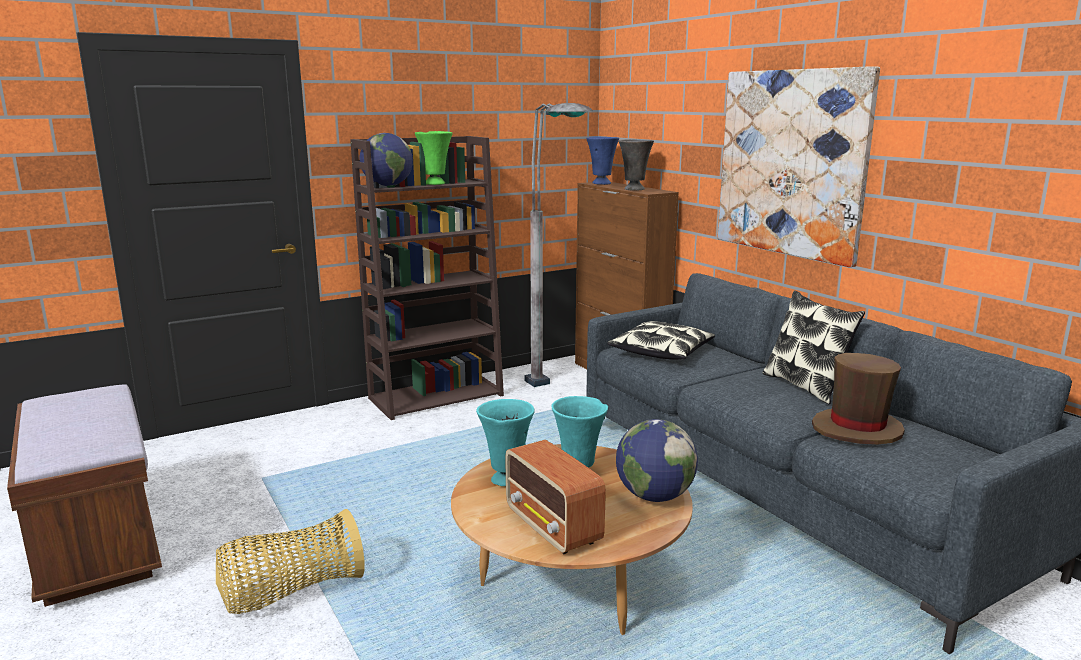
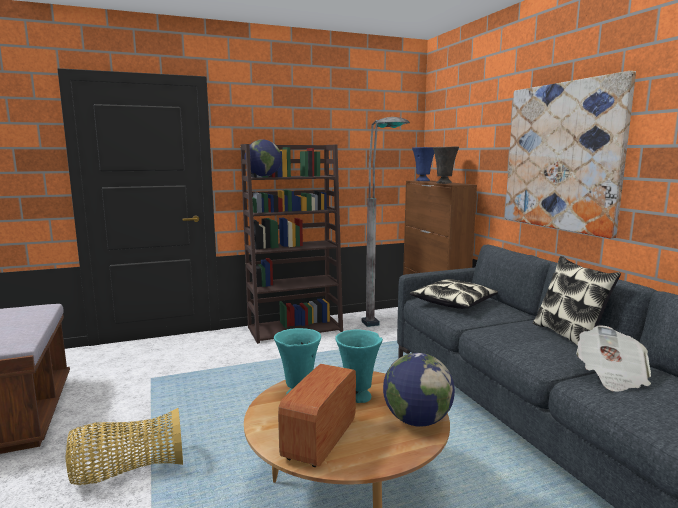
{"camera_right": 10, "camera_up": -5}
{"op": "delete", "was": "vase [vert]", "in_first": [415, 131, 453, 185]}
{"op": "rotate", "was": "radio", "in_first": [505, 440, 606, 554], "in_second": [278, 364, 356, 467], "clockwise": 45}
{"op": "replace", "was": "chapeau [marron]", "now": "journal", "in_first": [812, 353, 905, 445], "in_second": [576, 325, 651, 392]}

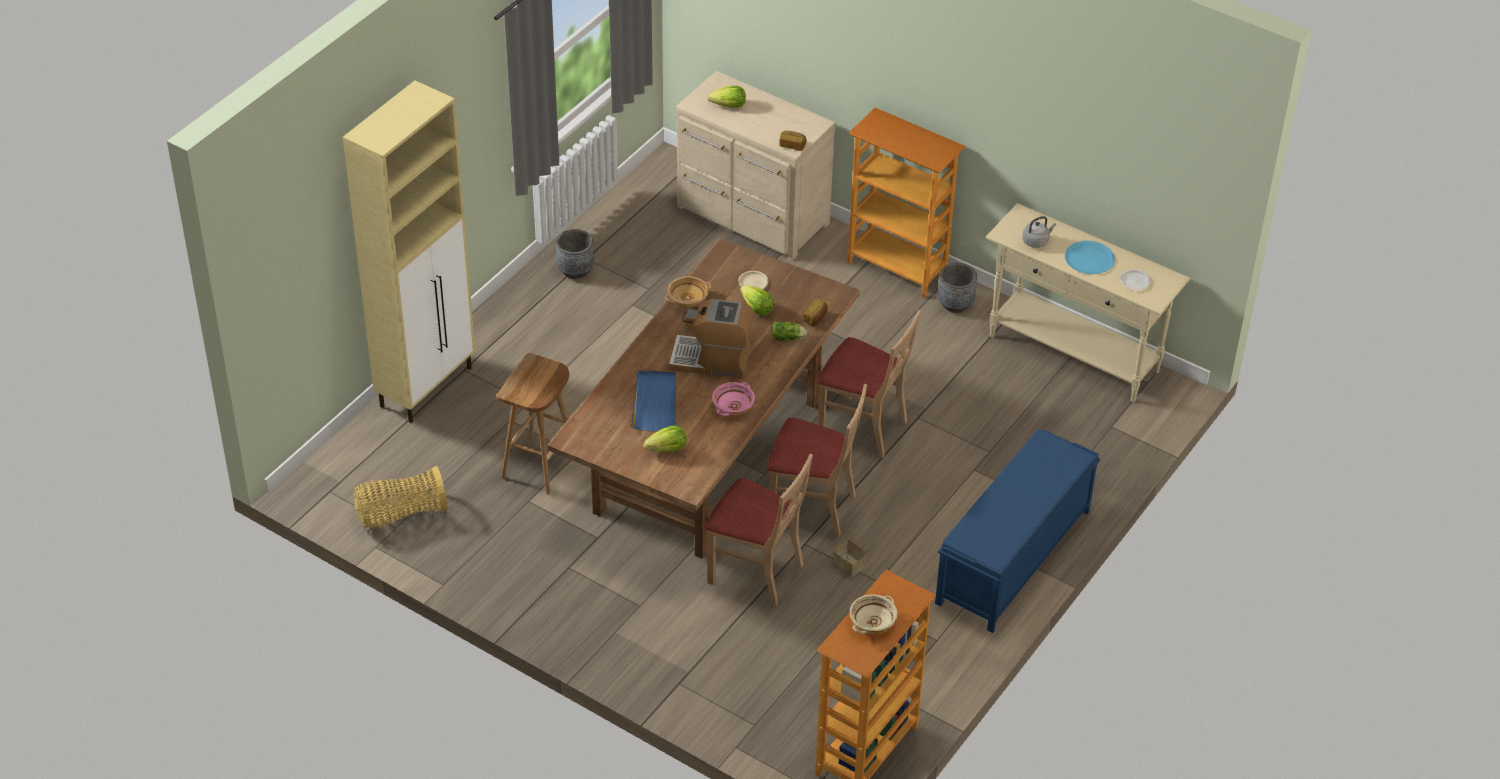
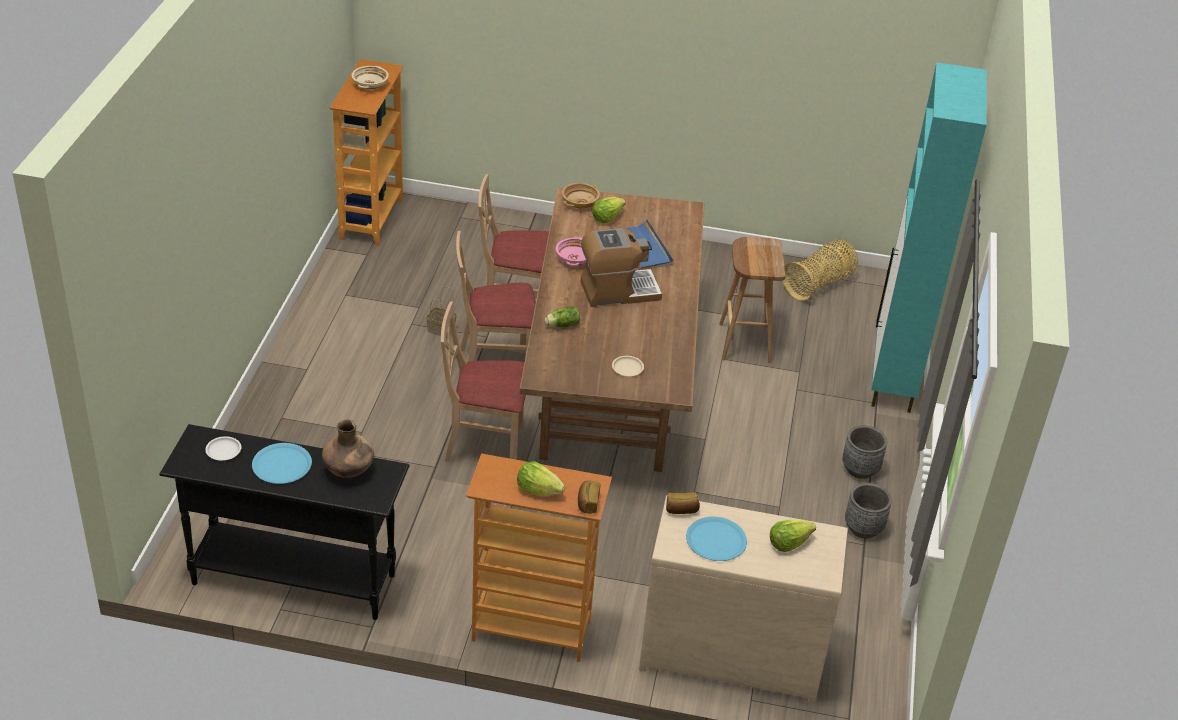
{"camera_right": 155, "camera_up": -5}
{"op": "recolor", "was": "meuble de rangement [beige]", "now": "meuble de rangement [turquoise]", "in_first": [343, 80, 475, 423], "in_second": [871, 62, 987, 413]}
{"op": "move", "was": "bol [beige]", "in_first": [665, 276, 711, 307], "in_second": [562, 183, 600, 208]}
{"op": "move", "was": "laitue", "in_first": [740, 285, 774, 316], "in_second": [517, 461, 566, 496]}
{"op": "move", "was": "pain", "in_first": [803, 299, 828, 326], "in_second": [578, 481, 600, 514]}
{"op": "delete", "was": "banc [bleu]", "in_first": [935, 429, 1100, 633]}
{"op": "move", "was": "cache-pot [gris]", "in_first": [938, 263, 977, 313], "in_second": [842, 426, 887, 479]}
{"op": "recolor", "was": "table console [beige]", "now": "table console [noir]", "in_first": [986, 203, 1190, 402], "in_second": [159, 424, 410, 620]}
{"op": "replace", "was": "bouilloire [gris]", "now": "vase [marron]", "in_first": [1022, 216, 1056, 248], "in_second": [322, 420, 374, 478]}
{"op": "insert", "now": "assiette [bleu]", "in_second": [686, 517, 747, 561]}

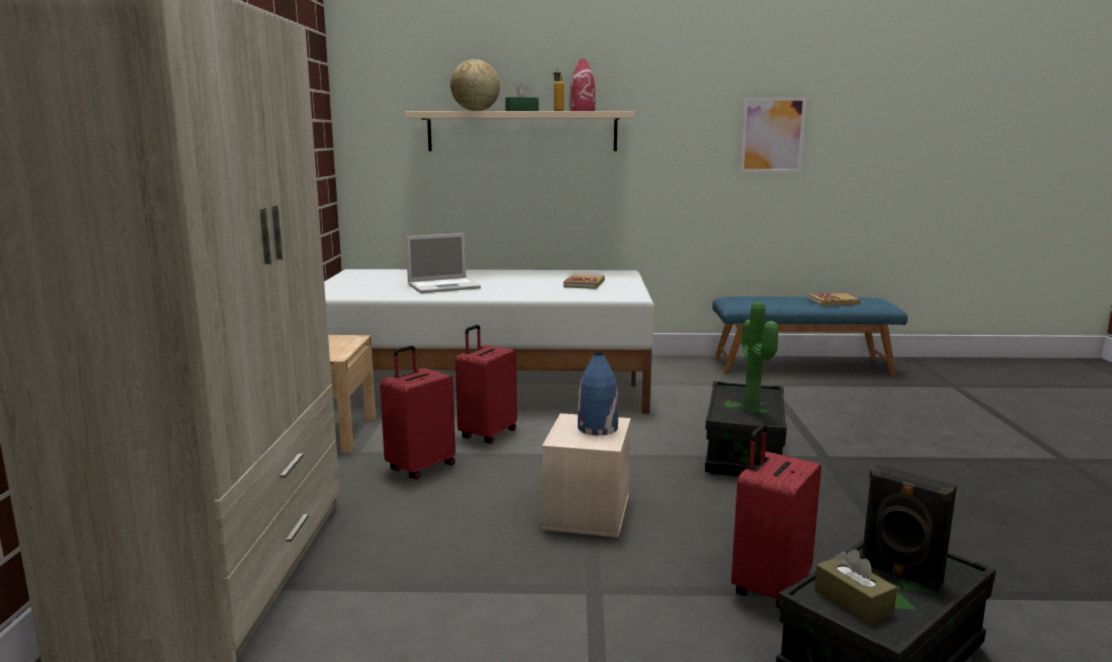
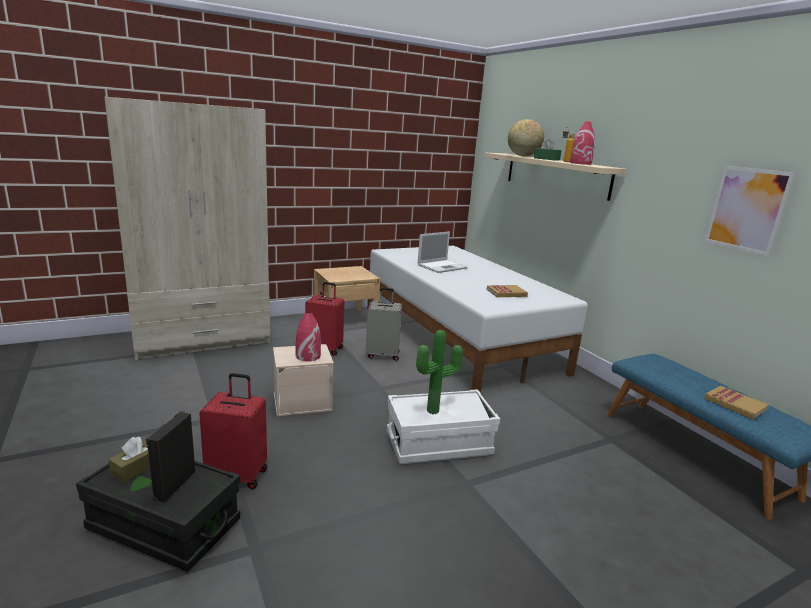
{"camera_right": 60, "camera_up": 5}
{"op": "rotate", "was": "ordinateur portable", "in_first": [406, 233, 481, 293], "in_second": [418, 231, 467, 273], "clockwise": -75}
{"op": "recolor", "was": "valise [rouge]", "now": "valise [gris]", "in_first": [455, 325, 517, 444], "in_second": [366, 288, 402, 361]}
{"op": "recolor", "was": "vase [bleu]", "now": "vase [rouge]", "in_first": [578, 353, 618, 436], "in_second": [296, 311, 321, 361]}
{"op": "recolor", "was": "boîte de rangement [noir]", "now": "boîte de rangement [blanc]", "in_first": [705, 381, 787, 477], "in_second": [387, 389, 500, 464]}

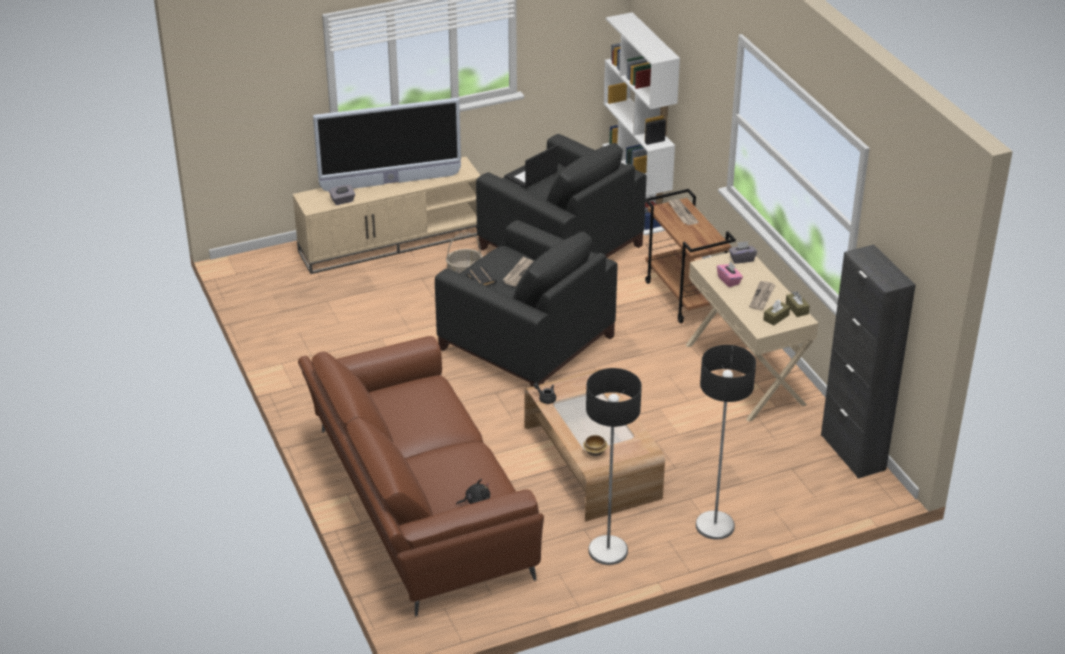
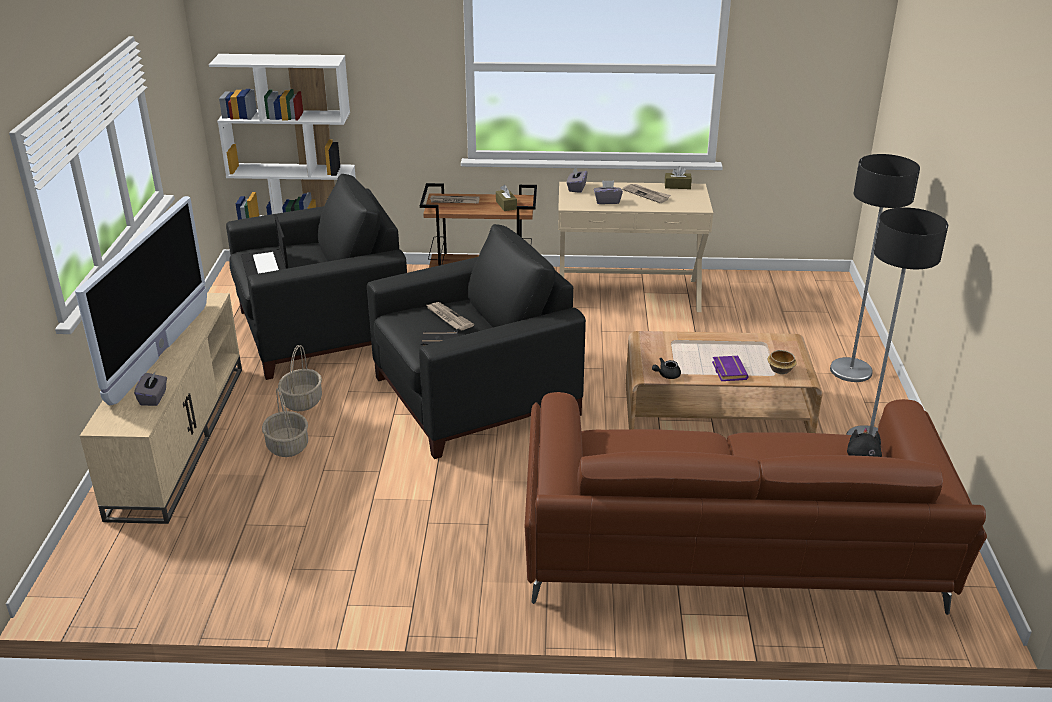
{"camera_right": -65, "camera_up": -5}
{"op": "recolor", "was": "boîte à mouchoirs [rose]", "now": "boîte à mouchoirs [gris]", "in_first": [717, 261, 743, 287], "in_second": [594, 180, 623, 204]}
{"op": "move", "was": "boîte à mouchoirs [marron]", "in_first": [763, 299, 790, 326], "in_second": [496, 185, 517, 211]}
{"op": "delete", "was": "meuble de rangement [noir]", "in_first": [821, 245, 916, 479]}
{"op": "insert", "now": "panier", "in_second": [262, 387, 308, 457]}
{"op": "insert", "now": "livre [violet]", "in_second": [712, 356, 749, 381]}

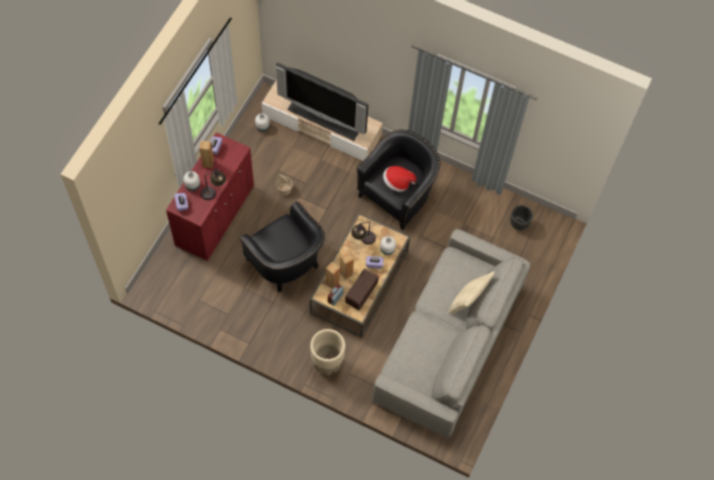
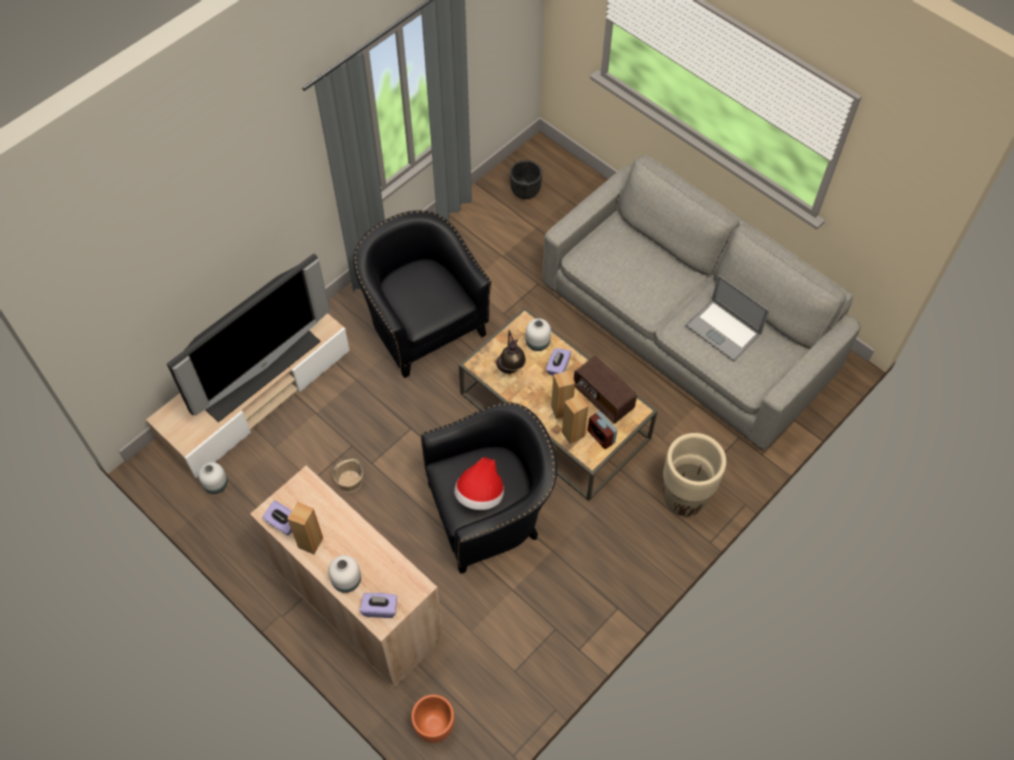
{"camera_right": -70, "camera_up": -5}
{"op": "recolor", "was": "meuble de rangement [rouge]", "now": "meuble de rangement [beige]", "in_first": [166, 132, 254, 261], "in_second": [250, 466, 444, 688]}
{"op": "delete", "was": "lampe de table", "in_first": [201, 168, 226, 200]}
{"op": "move", "was": "chapeau", "in_first": [383, 166, 416, 192], "in_second": [454, 457, 504, 510]}
{"op": "delete", "was": "coussin [beige]", "in_first": [448, 271, 495, 314]}
{"op": "insert", "now": "cache-pot [orange]", "in_second": [411, 694, 454, 743]}
{"op": "insert", "now": "ordinateur portable", "in_second": [685, 275, 769, 362]}

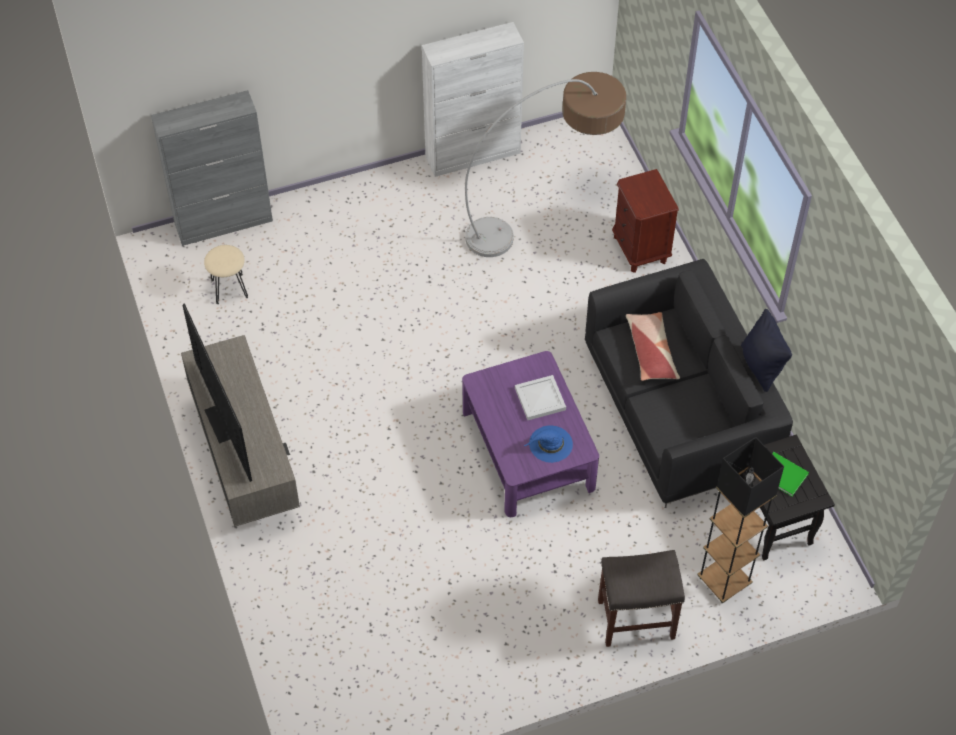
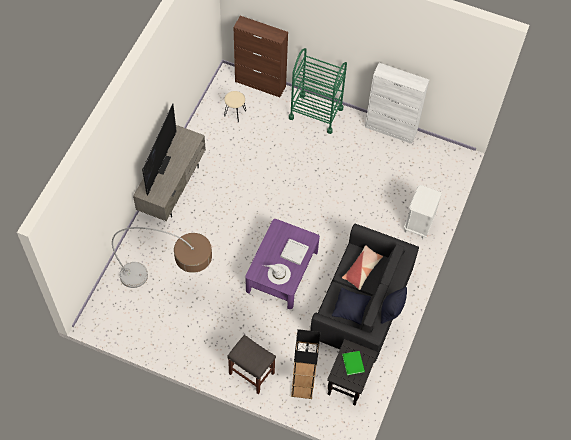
{"camera_right": 40, "camera_up": 5}
{"op": "recolor", "was": "meuble de rangement [gris]", "now": "meuble de rangement [marron]", "in_first": [151, 90, 273, 246], "in_second": [233, 16, 288, 97]}
{"op": "move", "was": "lampadaire", "in_first": [465, 72, 626, 257], "in_second": [112, 227, 212, 288]}
{"op": "recolor", "was": "chapeau [bleu]", "now": "chapeau [blanc]", "in_first": [524, 426, 573, 463], "in_second": [263, 264, 291, 284]}
{"op": "recolor", "was": "table de chevet [marron]", "now": "table de chevet [blanc]", "in_first": [612, 169, 679, 273], "in_second": [404, 185, 442, 239]}
{"op": "insert", "now": "chariot [vert]", "in_second": [289, 48, 347, 134]}
{"op": "insert", "now": "coussin [noir]", "in_second": [332, 288, 371, 325]}

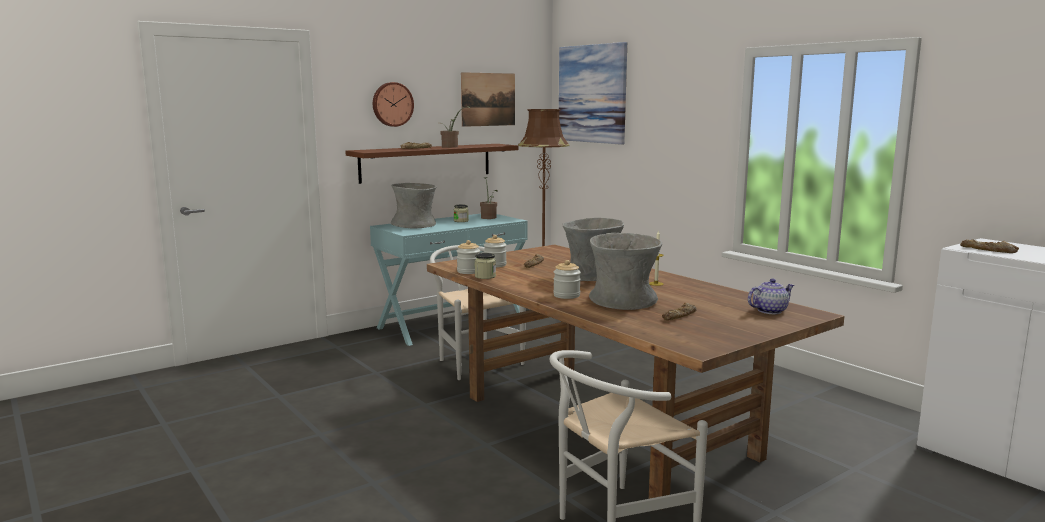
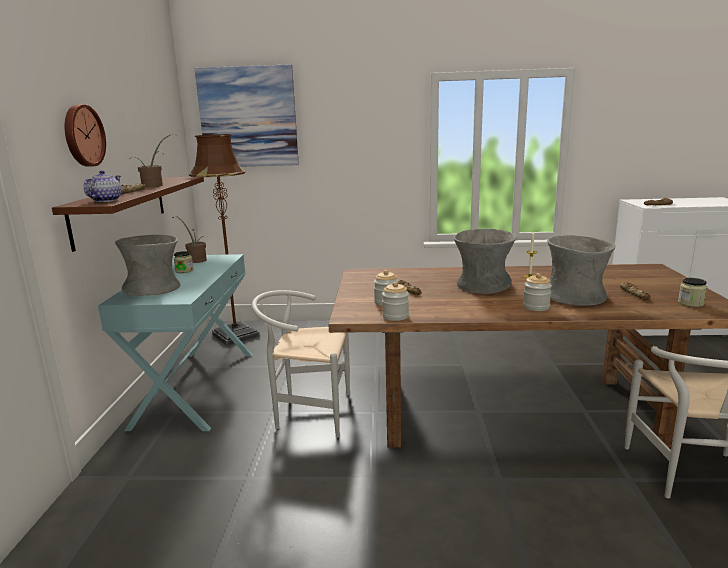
{"camera_right": -50, "camera_up": 5}
{"op": "delete", "was": "tableau", "in_first": [461, 72, 515, 127]}
{"op": "move", "was": "bocal", "in_first": [475, 253, 496, 279], "in_second": [678, 278, 707, 307]}
{"op": "move", "was": "théière", "in_first": [748, 279, 794, 314], "in_second": [84, 170, 121, 202]}

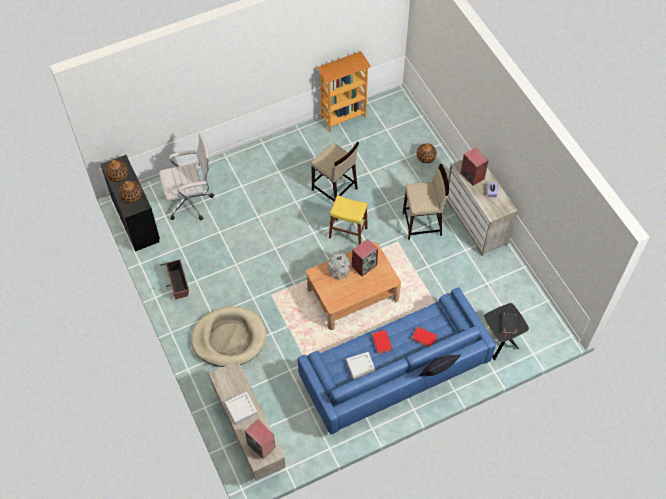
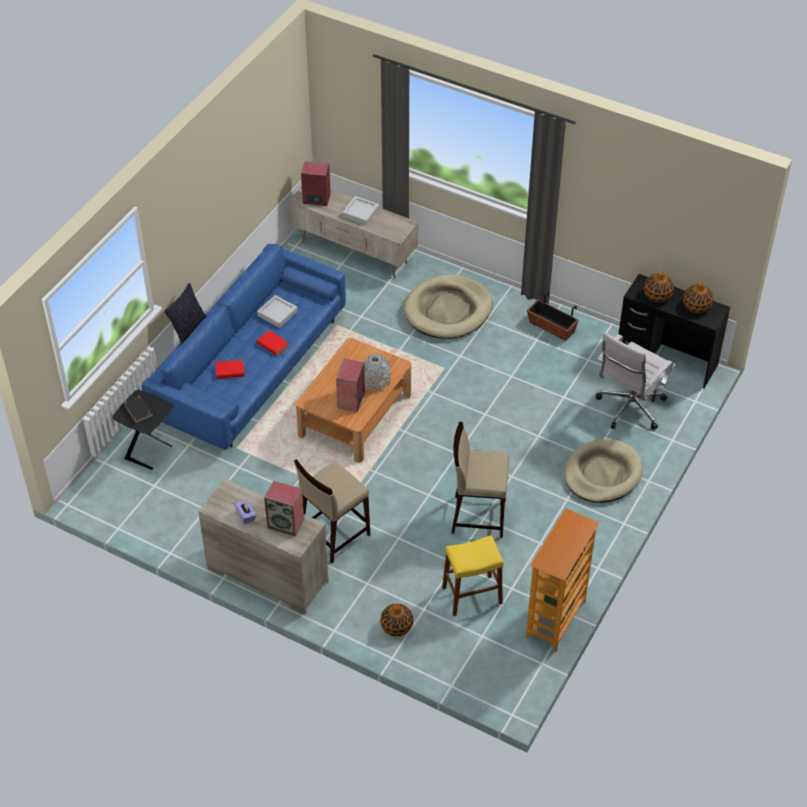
{"camera_right": 145, "camera_up": -10}
{"op": "move", "was": "tabouret [jaune]", "in_first": [329, 195, 368, 245], "in_second": [442, 535, 504, 616]}
{"op": "insert", "now": "panier pour chien [beige]", "in_second": [564, 438, 643, 503]}

